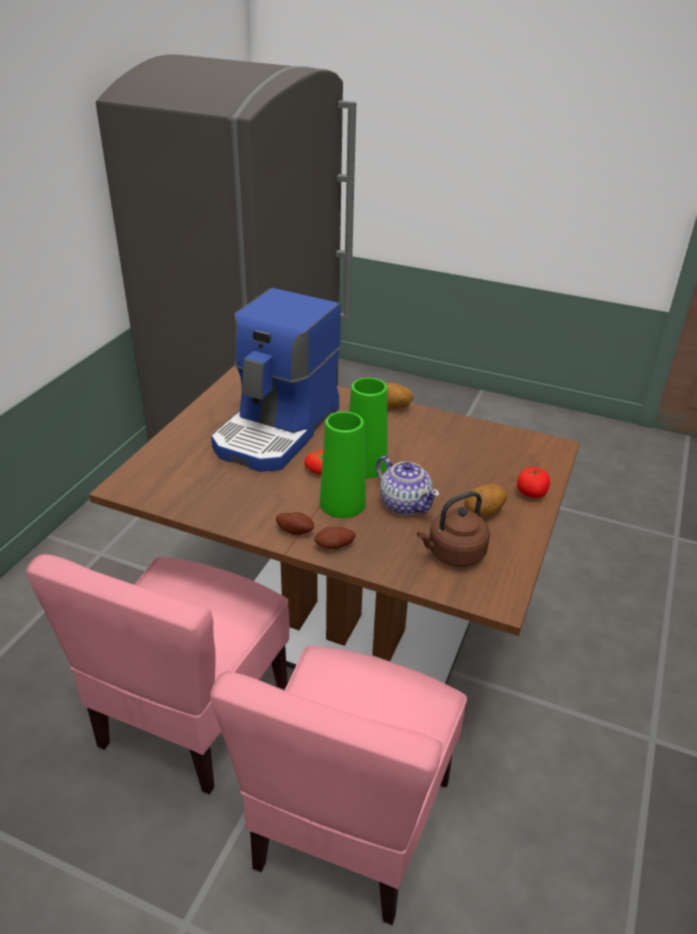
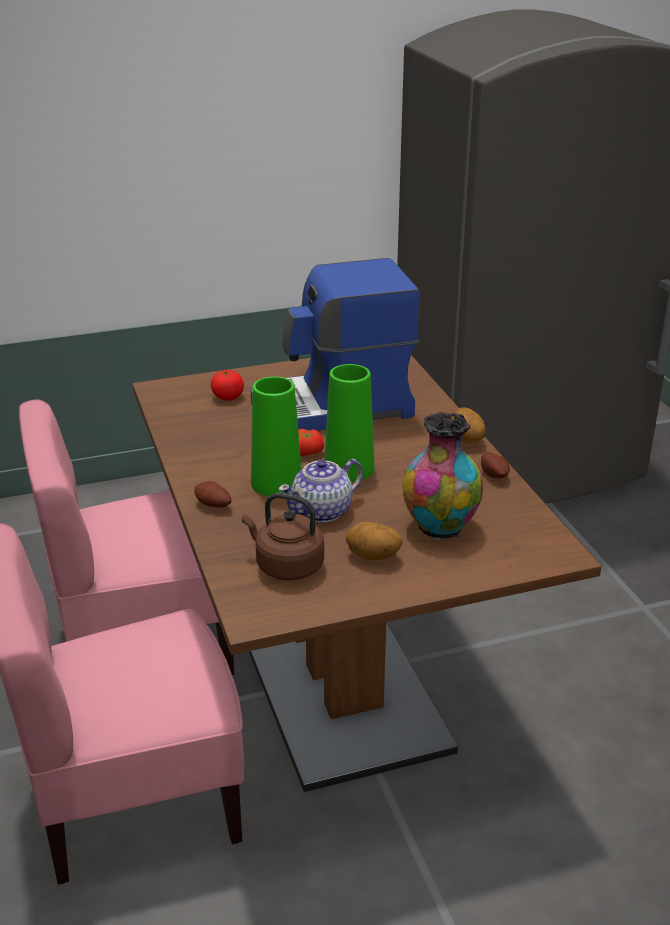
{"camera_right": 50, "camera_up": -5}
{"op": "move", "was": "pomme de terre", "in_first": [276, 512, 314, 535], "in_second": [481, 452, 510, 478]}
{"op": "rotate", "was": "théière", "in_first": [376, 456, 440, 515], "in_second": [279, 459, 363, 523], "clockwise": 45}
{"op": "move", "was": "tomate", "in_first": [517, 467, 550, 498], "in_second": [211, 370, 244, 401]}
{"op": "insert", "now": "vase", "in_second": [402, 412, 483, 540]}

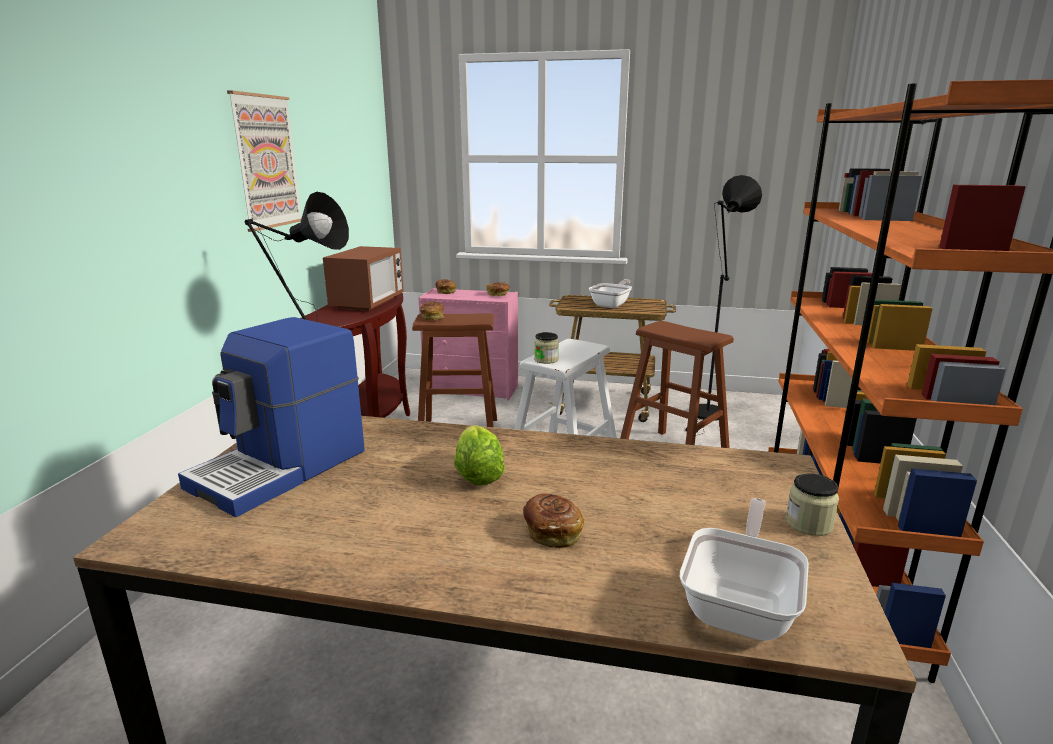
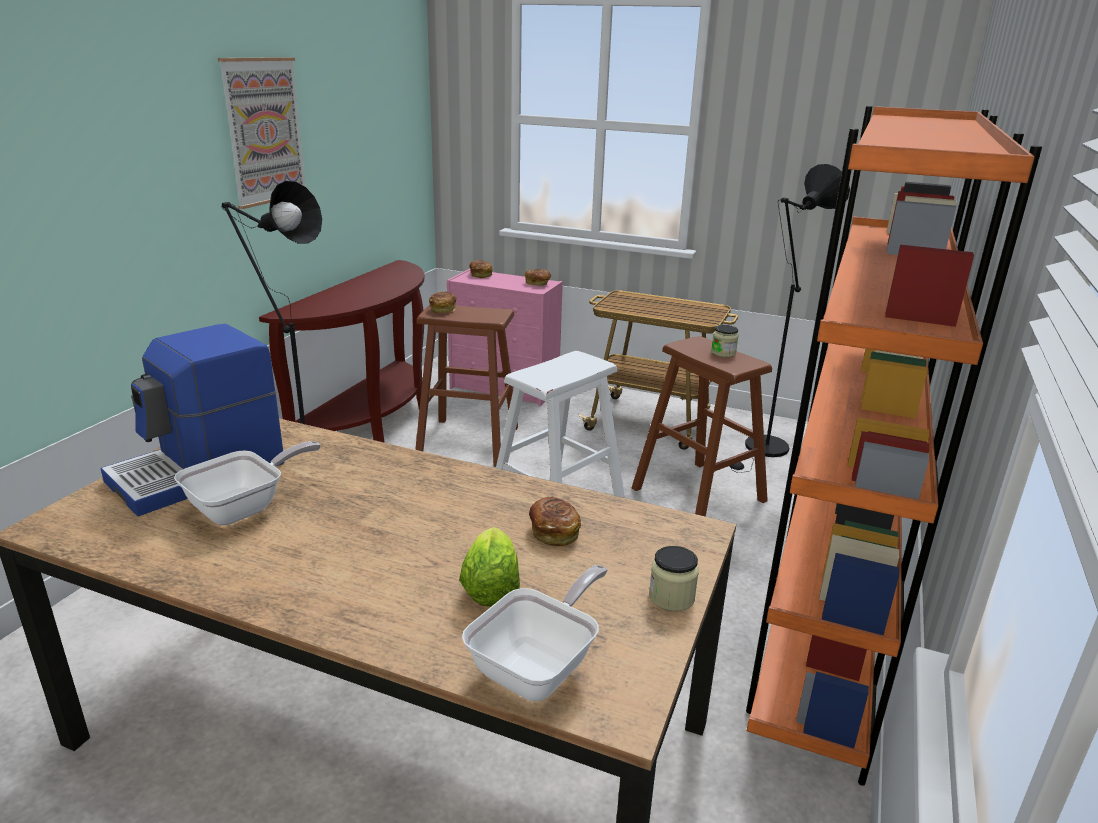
{"camera_right": 10, "camera_up": 5}
{"op": "delete", "was": "micro-ondes", "in_first": [323, 246, 403, 311]}
{"op": "move", "was": "laitue", "in_first": [454, 425, 505, 485], "in_second": [459, 527, 520, 607]}
{"op": "move", "was": "pain", "in_first": [523, 494, 584, 548], "in_second": [529, 497, 581, 547]}
{"op": "move", "was": "bocal", "in_first": [534, 332, 559, 364], "in_second": [711, 325, 739, 357]}
{"op": "move", "was": "poêle", "in_first": [589, 279, 632, 308], "in_second": [174, 441, 321, 525]}

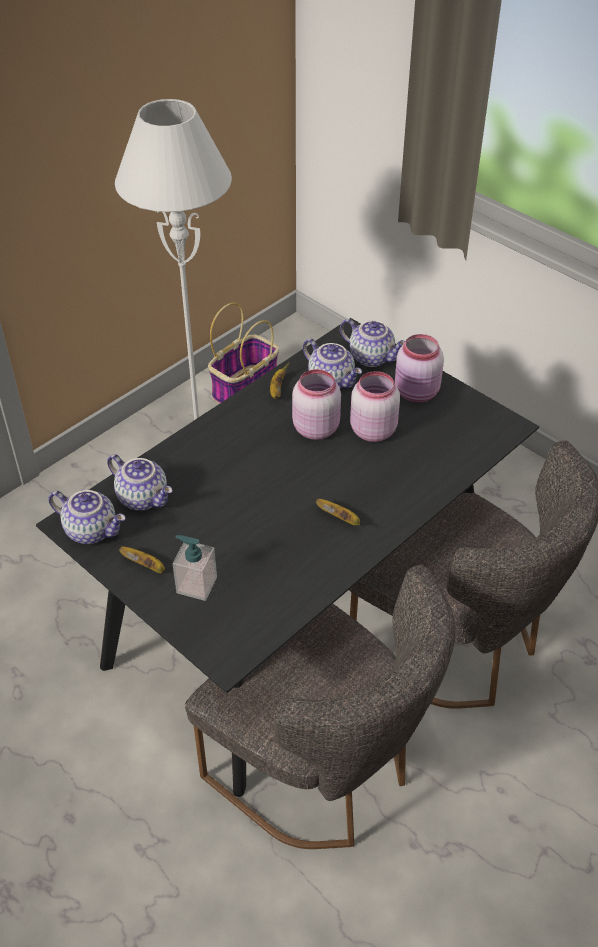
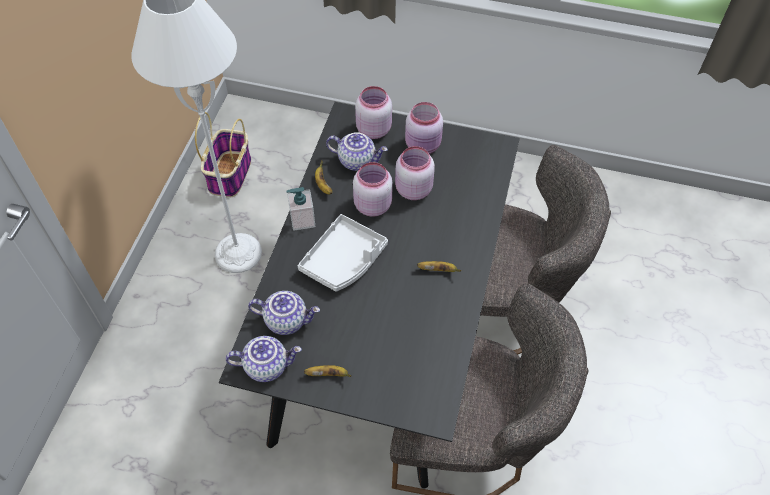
{"camera_right": -30, "camera_up": 10}
{"op": "move", "was": "distributeur de savon", "in_first": [173, 535, 217, 601], "in_second": [286, 187, 315, 231]}
{"op": "replace", "was": "théière", "now": "bocal [rose]", "in_first": [340, 319, 405, 367], "in_second": [355, 86, 392, 139]}
{"op": "insert", "now": "plateau [gris]", "in_second": [298, 214, 388, 291]}

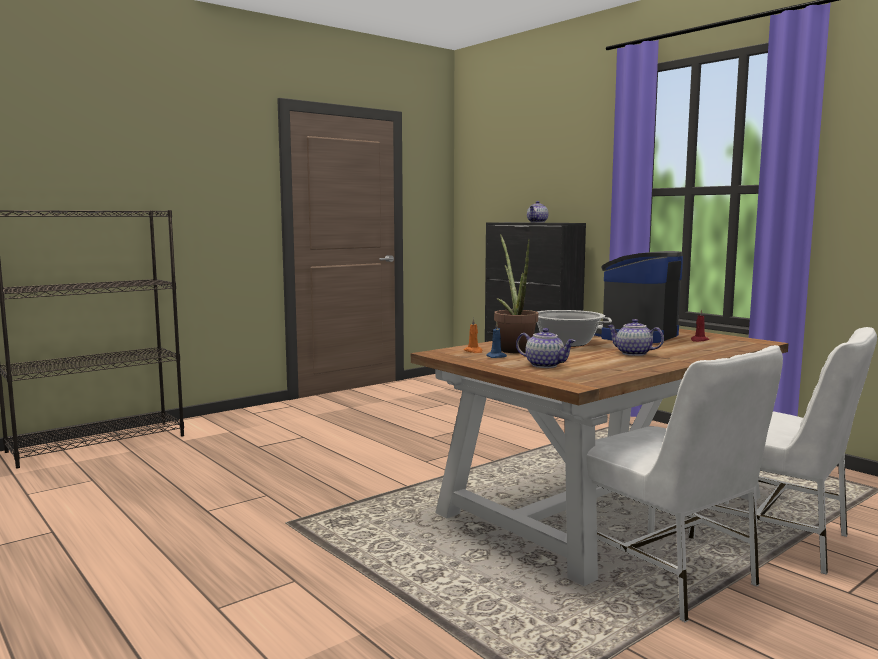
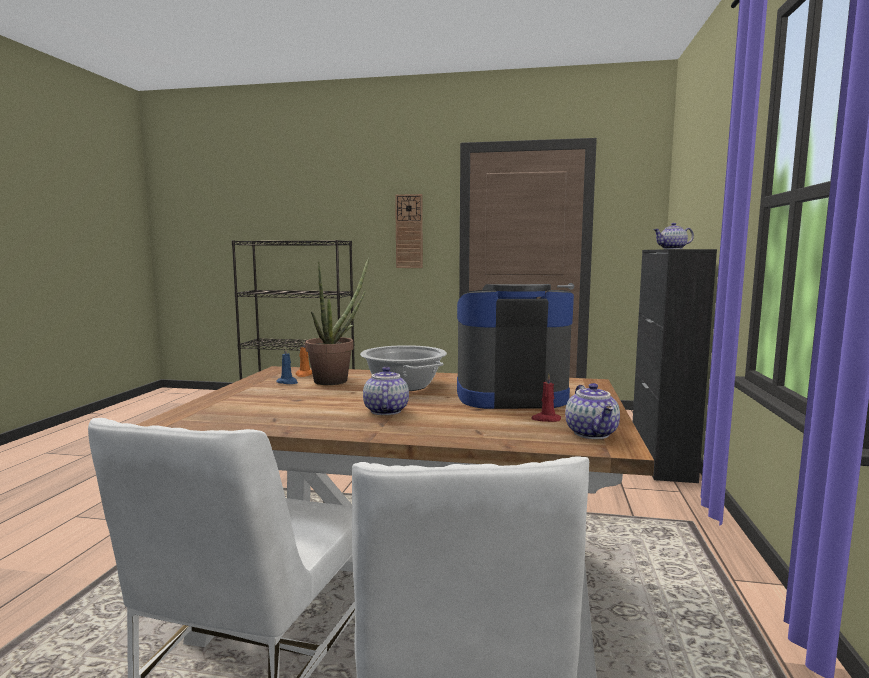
{"camera_right": 50, "camera_up": 0}
{"op": "move", "was": "théière", "in_first": [516, 328, 575, 368], "in_second": [565, 383, 620, 439]}
{"op": "insert", "now": "horloge murale", "in_second": [395, 194, 423, 268]}

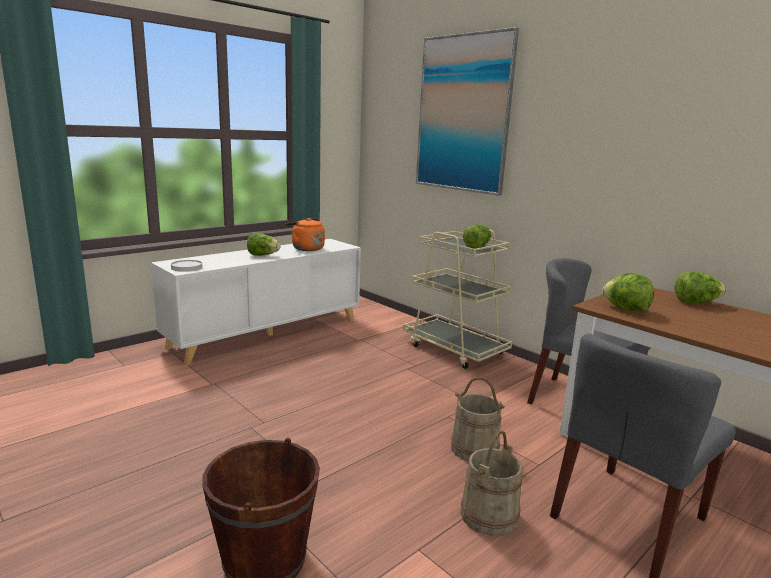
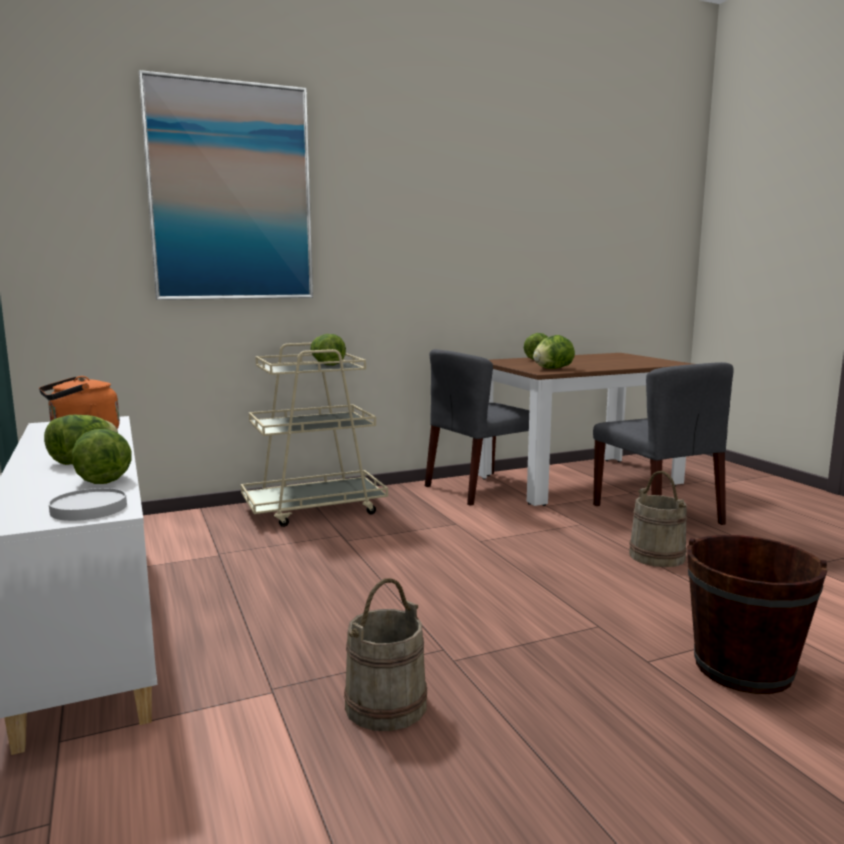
{"camera_right": -70, "camera_up": -5}
{"op": "move", "was": "seau [beige]", "in_first": [451, 377, 505, 462], "in_second": [344, 578, 427, 731]}
{"op": "insert", "now": "laitue", "in_second": [72, 429, 131, 484]}

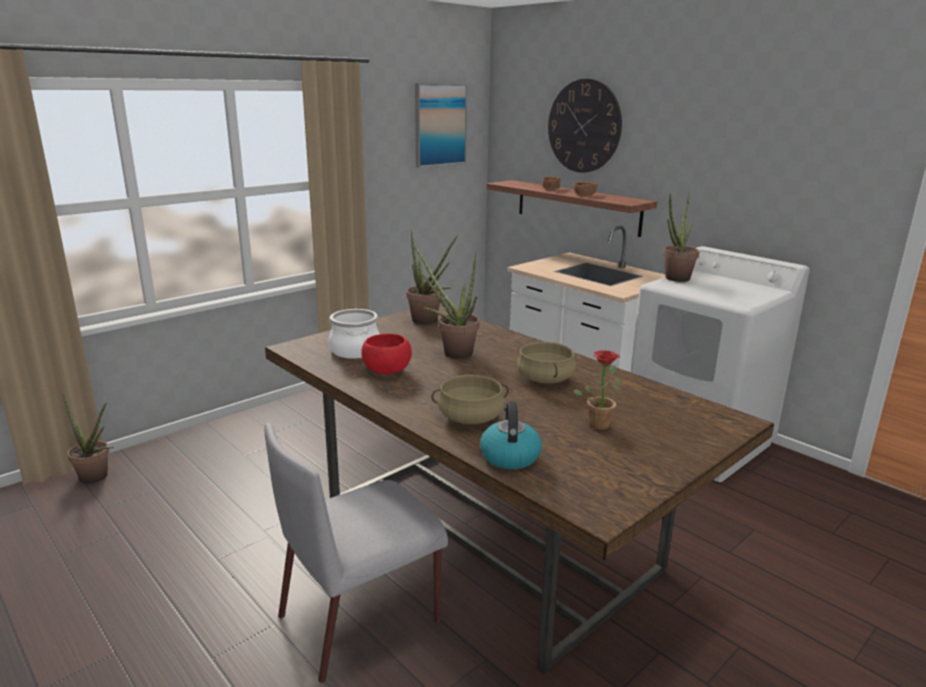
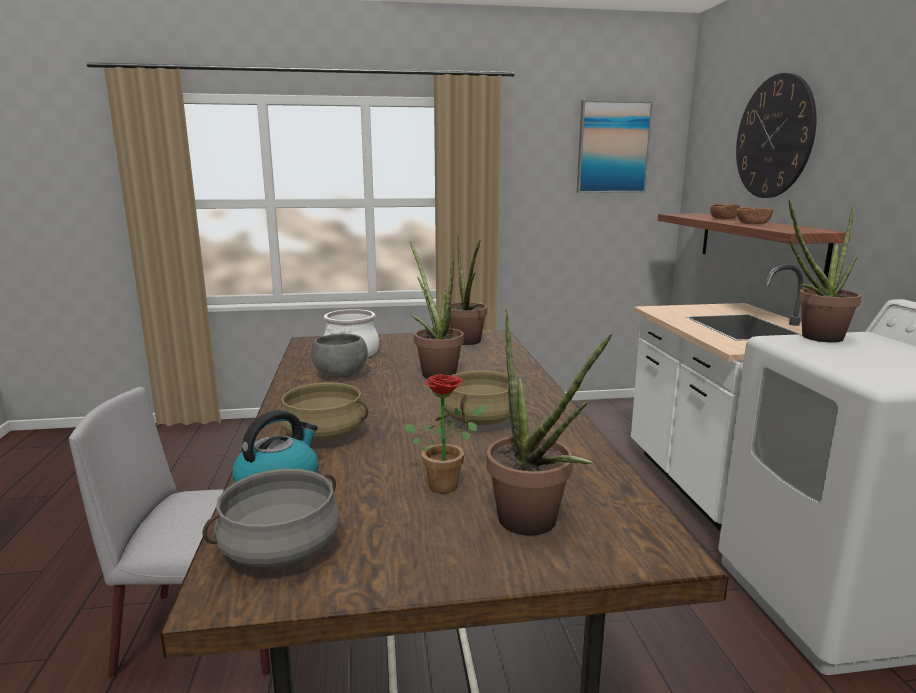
{"camera_right": 35, "camera_up": -5}
{"op": "move", "was": "plante en pot", "in_first": [62, 394, 114, 484], "in_second": [487, 309, 613, 536]}
{"op": "recolor", "was": "bol [rouge]", "now": "bol [gris]", "in_first": [361, 333, 412, 374], "in_second": [311, 334, 368, 378]}
{"op": "insert", "now": "marmite [gris]", "in_second": [203, 469, 340, 568]}

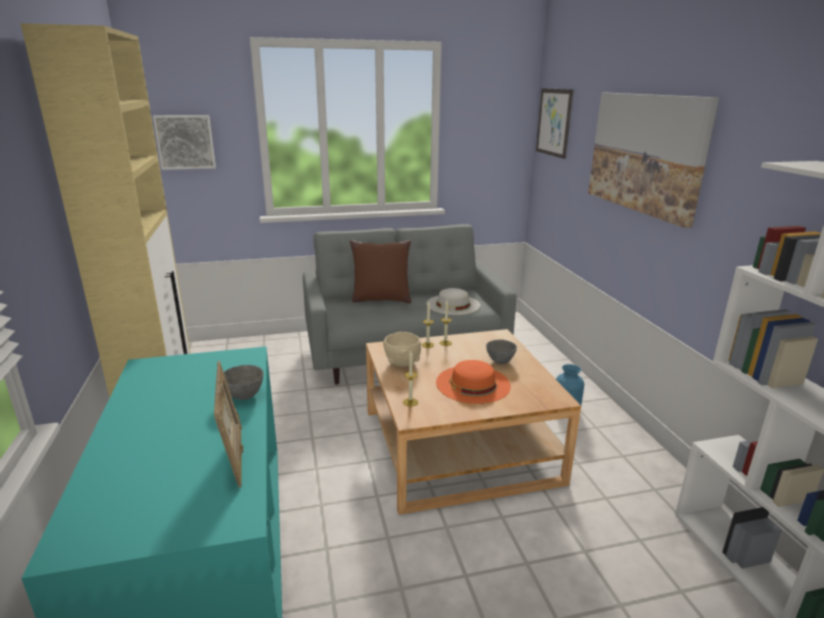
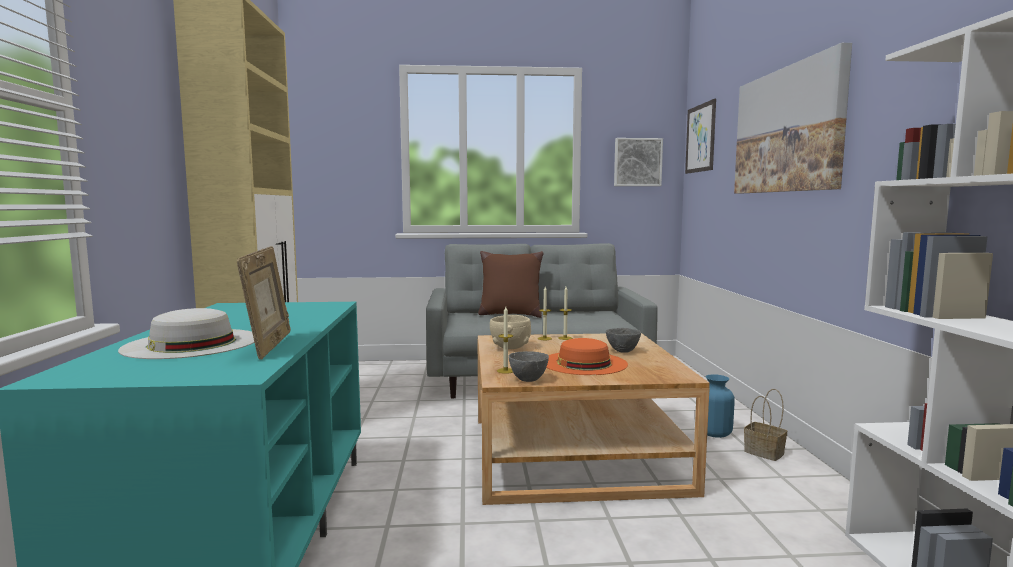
{"camera_right": 10, "camera_up": -15}
{"op": "move", "was": "tableau", "in_first": [153, 115, 216, 170], "in_second": [614, 138, 663, 186]}
{"op": "move", "was": "bol [gris]", "in_first": [224, 365, 264, 400], "in_second": [508, 351, 549, 382]}
{"op": "move", "was": "chapeau [blanc]", "in_first": [426, 288, 480, 315], "in_second": [118, 308, 254, 359]}
{"op": "insert", "now": "panier", "in_second": [744, 389, 787, 461]}

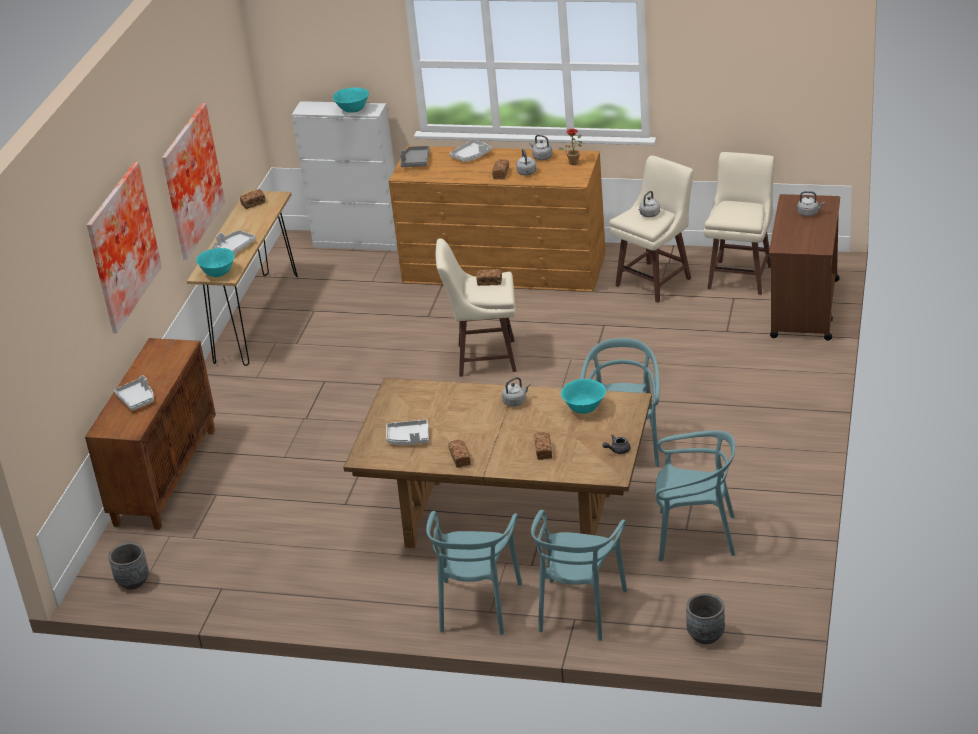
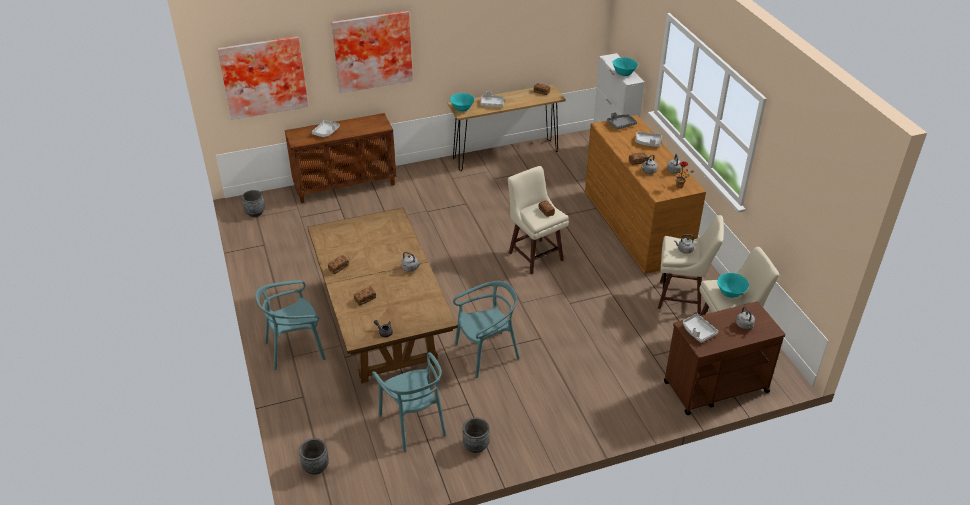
{"camera_right": 55, "camera_up": 5}
{"op": "move", "was": "tableau", "in_first": [162, 103, 225, 260], "in_second": [217, 36, 308, 120]}
{"op": "move", "was": "plateau [gris]", "in_first": [386, 420, 429, 445], "in_second": [683, 314, 719, 343]}
{"op": "delete", "was": "chaise [turquoise]", "in_first": [531, 510, 627, 641]}
{"op": "move", "was": "bol [turquoise]", "in_first": [561, 379, 606, 414], "in_second": [717, 273, 749, 298]}
{"op": "insert", "now": "cache-pot [gris]", "in_second": [463, 417, 489, 453]}

